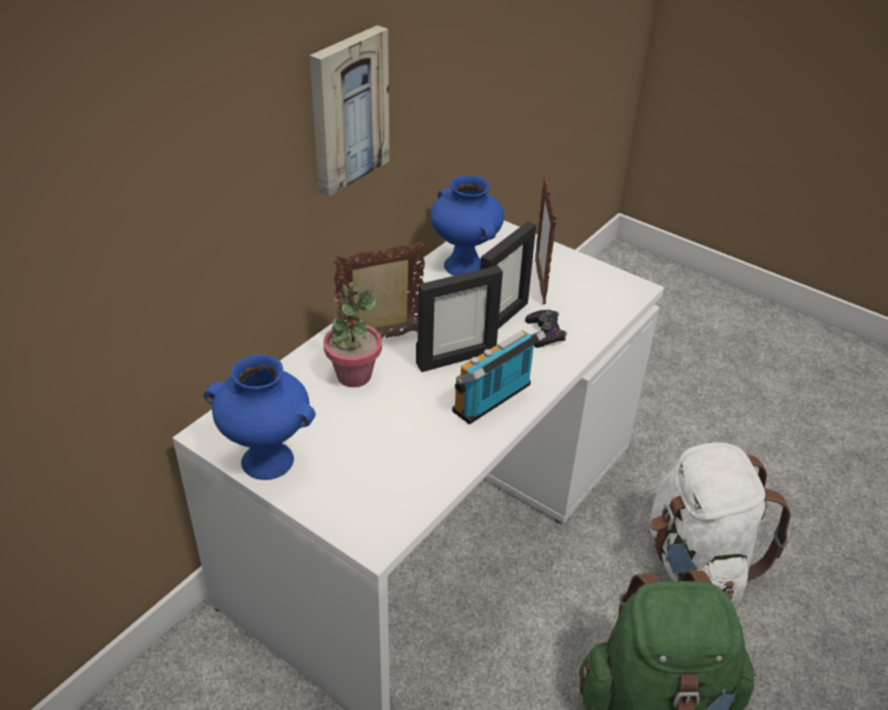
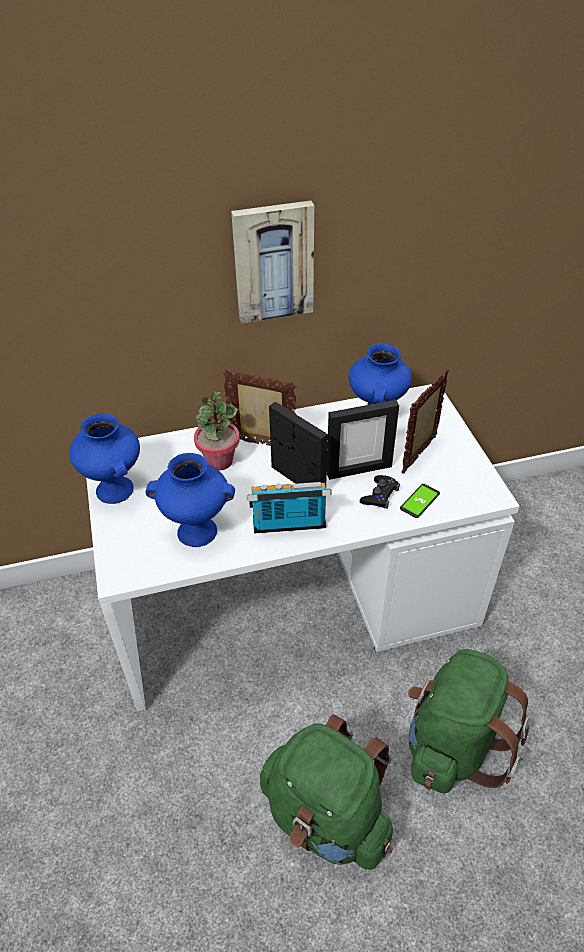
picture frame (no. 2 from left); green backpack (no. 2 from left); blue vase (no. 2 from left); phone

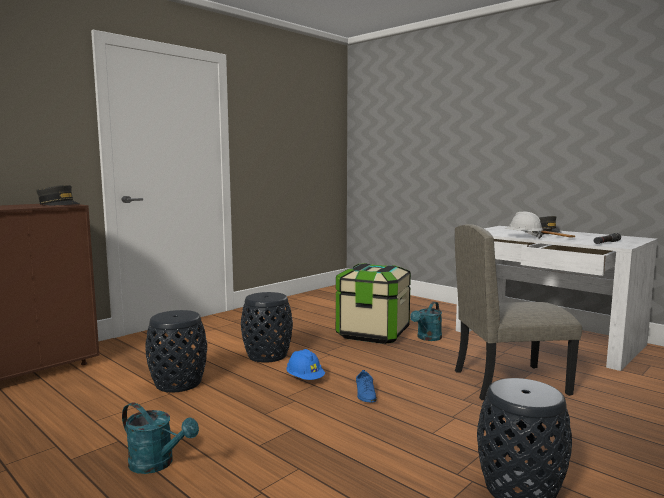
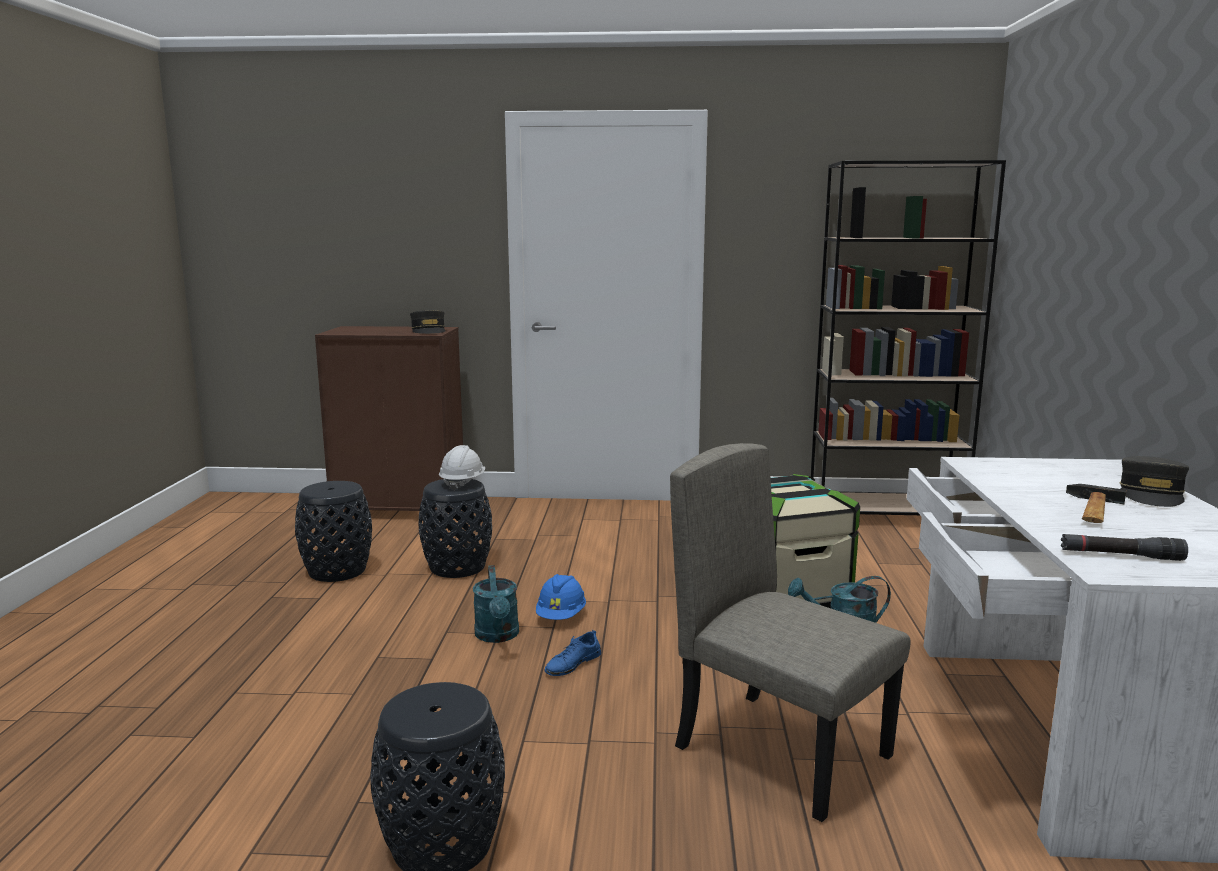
white hard hat; black stool (no. 1 from left); turquoise watering can (no. 1 from left); beige bookcase

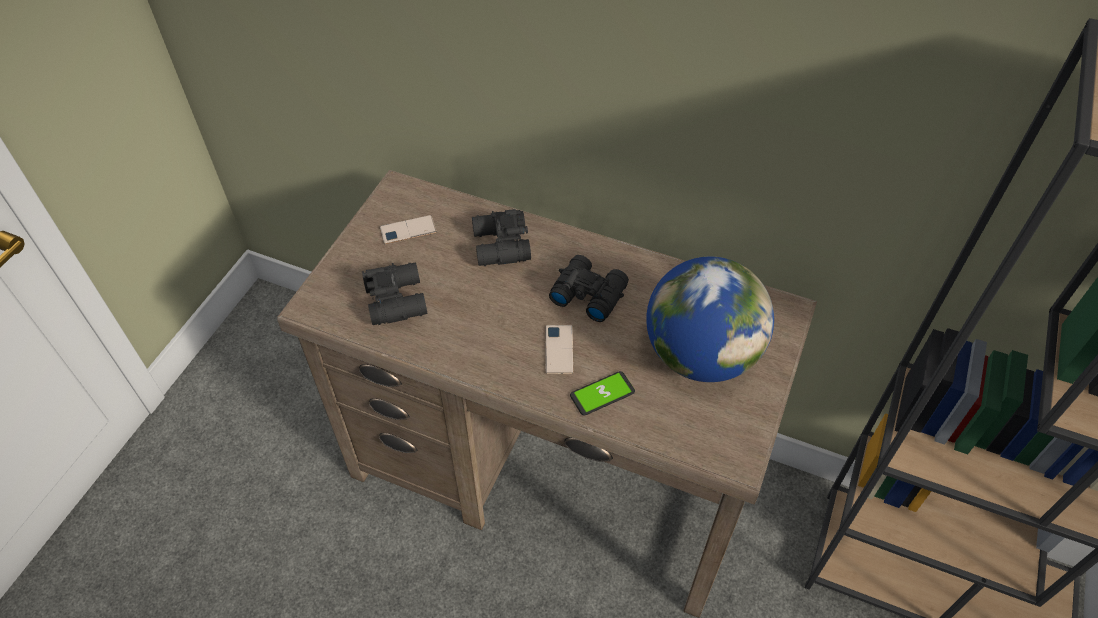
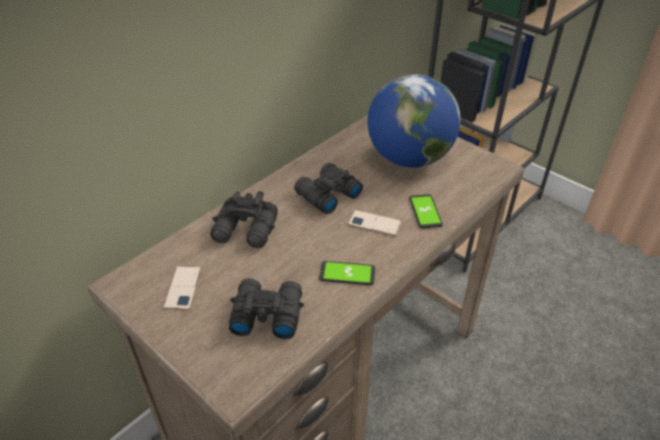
phone (no. 2 from left)

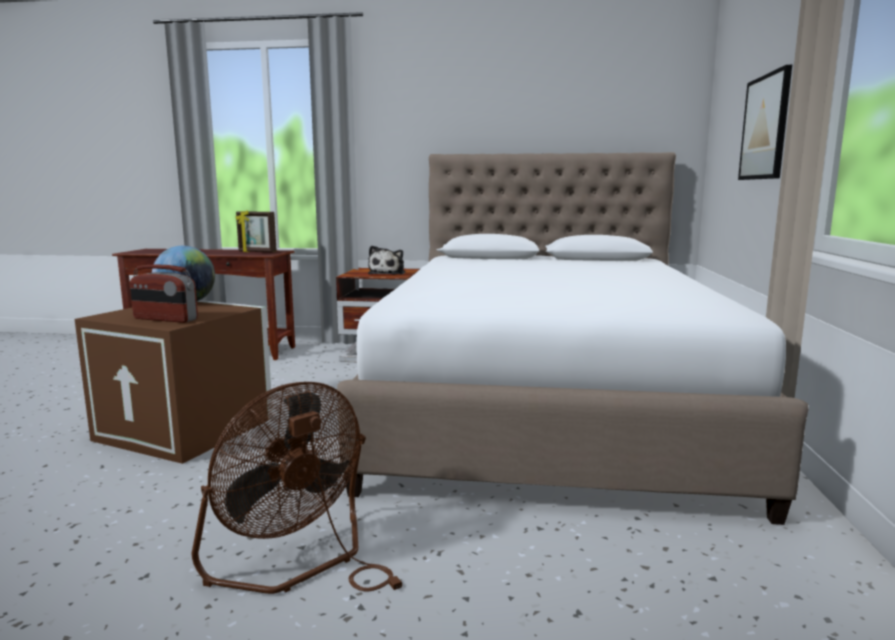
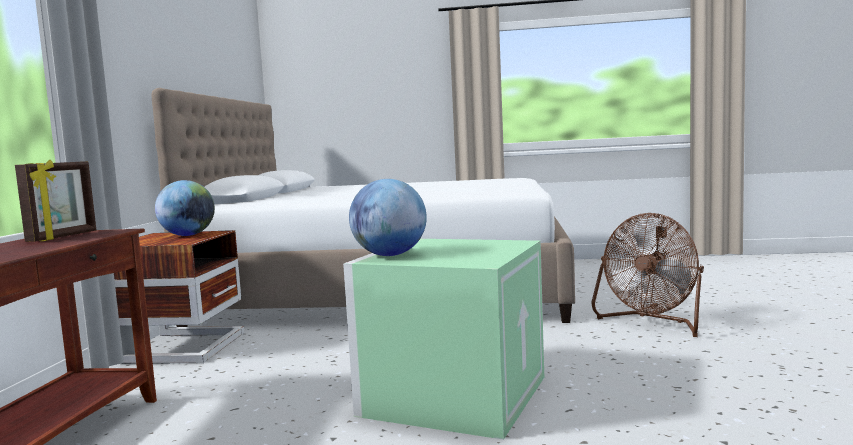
picture; globe (no. 1 from left); radio; green storage box

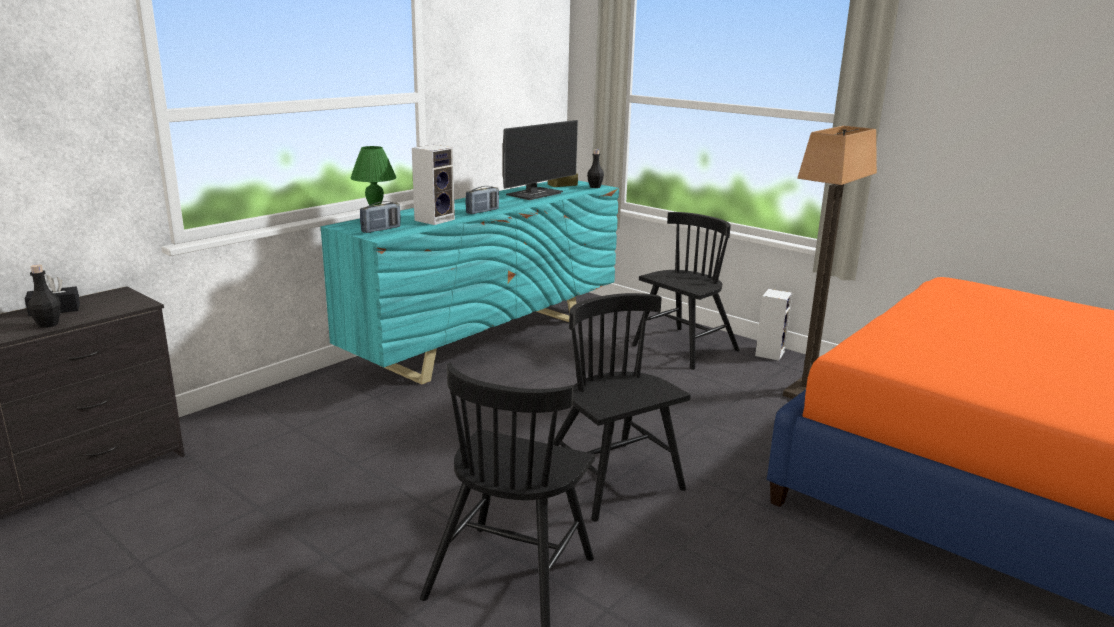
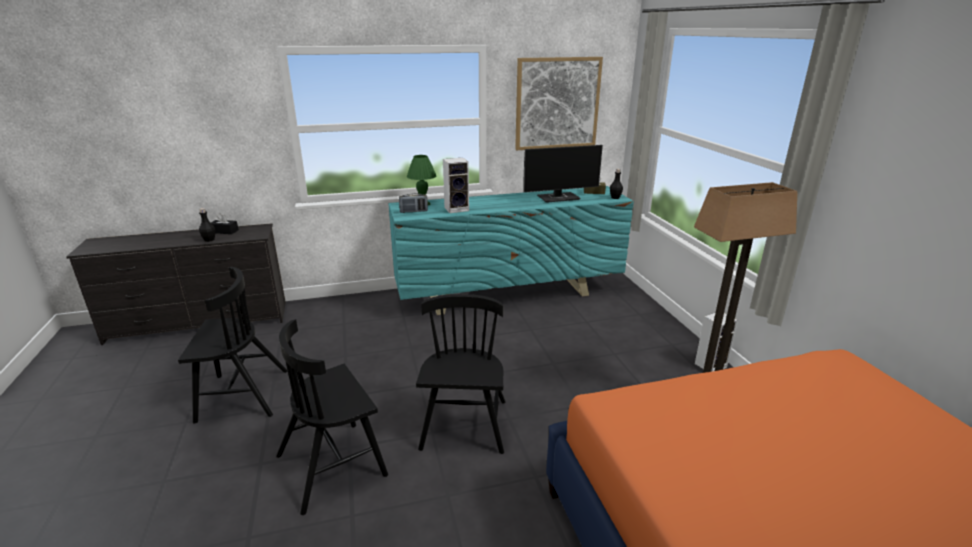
radio (no. 2 from left in the first image); black chair (no. 1 from left); picture

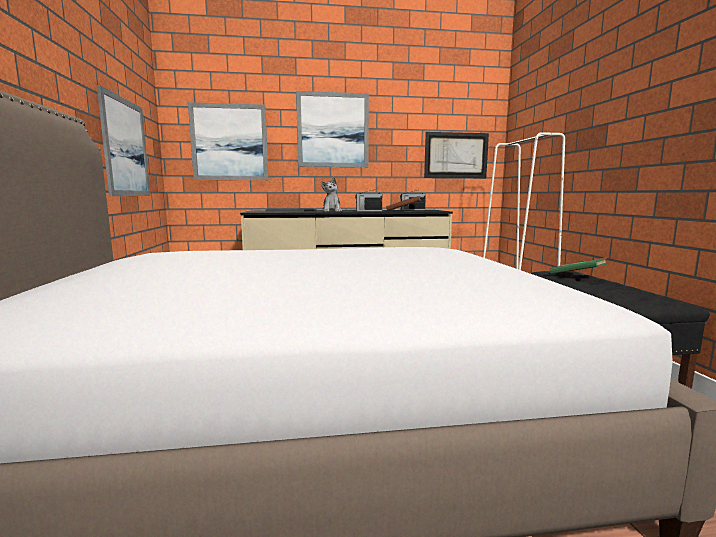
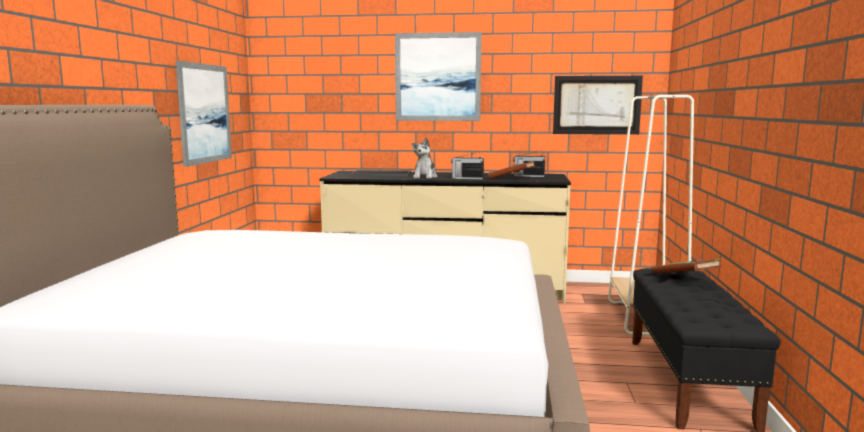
picture (no. 2 from left in the first image); brown book (no. 2 from left)

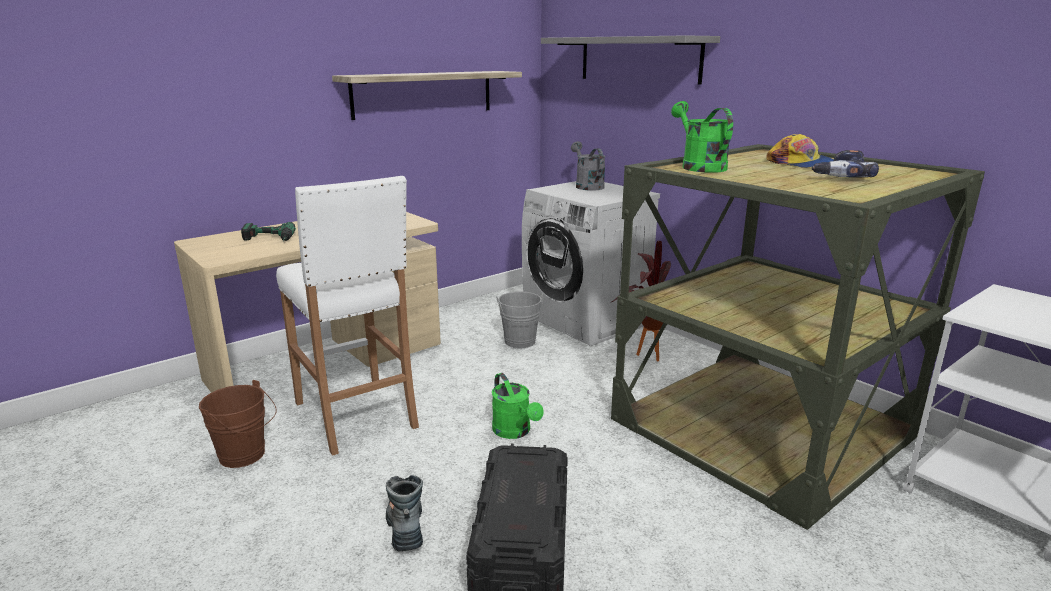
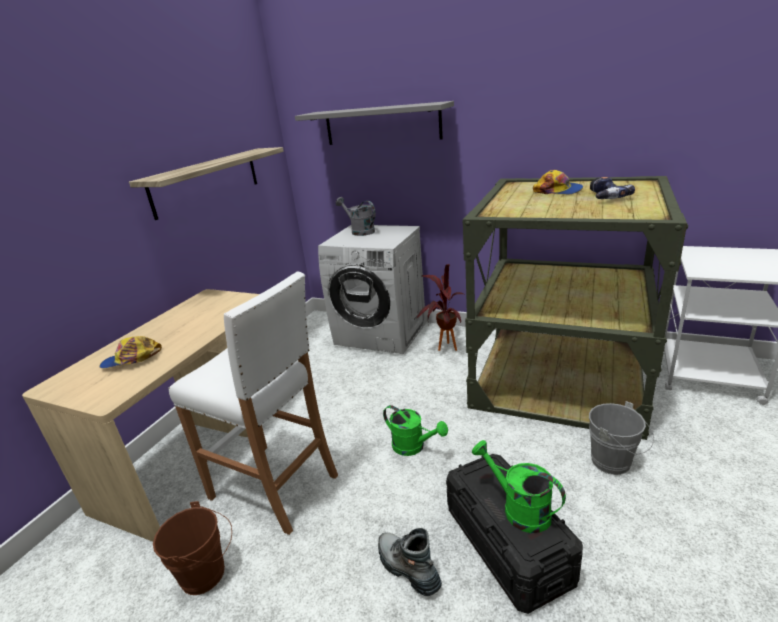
green watering can (no. 2 from left); cap (no. 1 from left); grey bucket

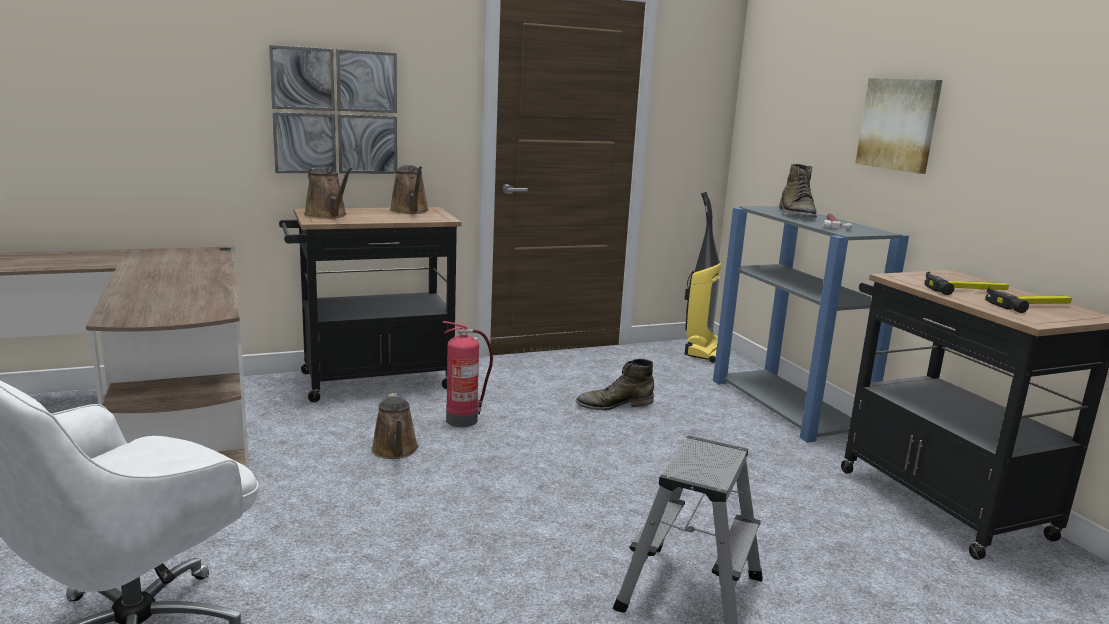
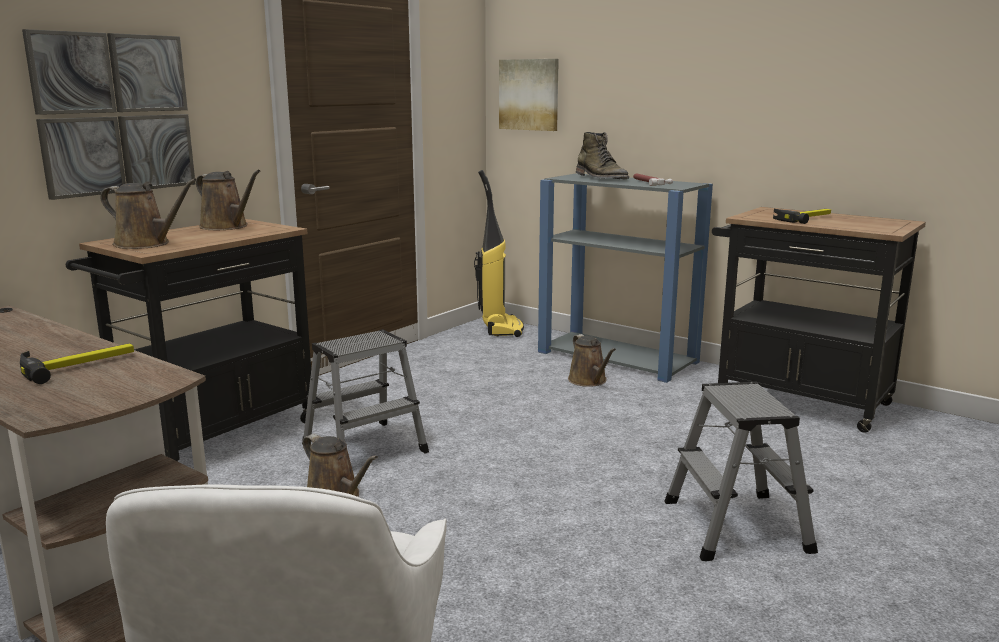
picture (no. 2 from left); hammer (no. 1 from left); grey step ladder (no. 1 from left); green boot (no. 1 from left in the first image); brown watering can (no. 4 from left)

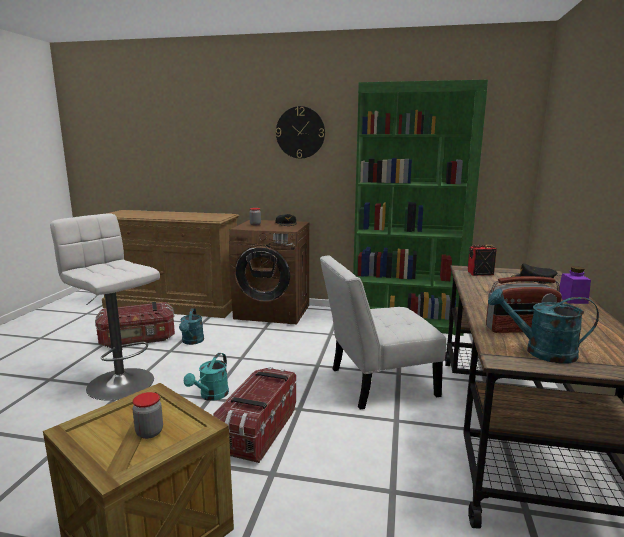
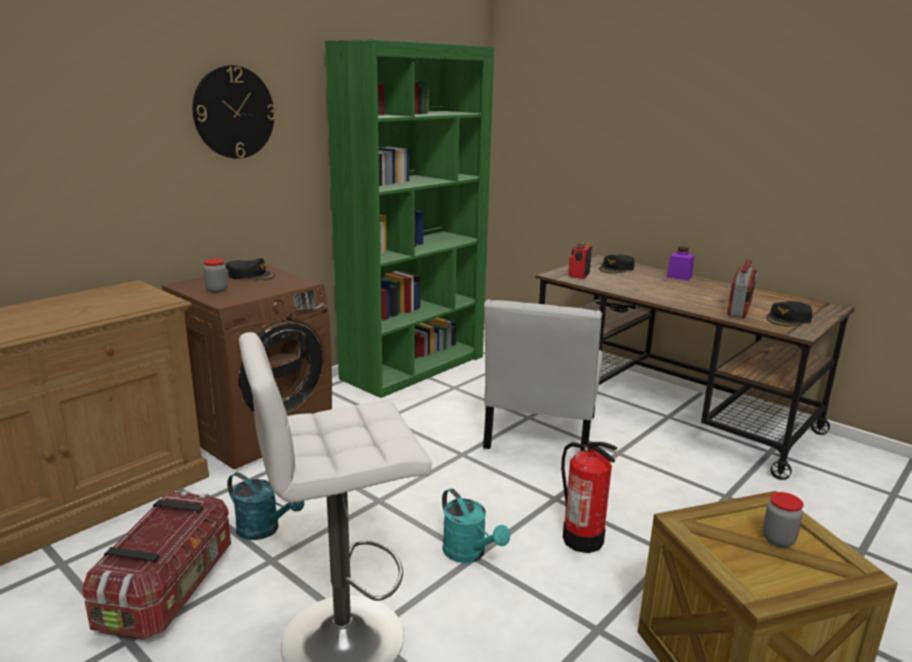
black cap (no. 3 from left); fire extinguisher

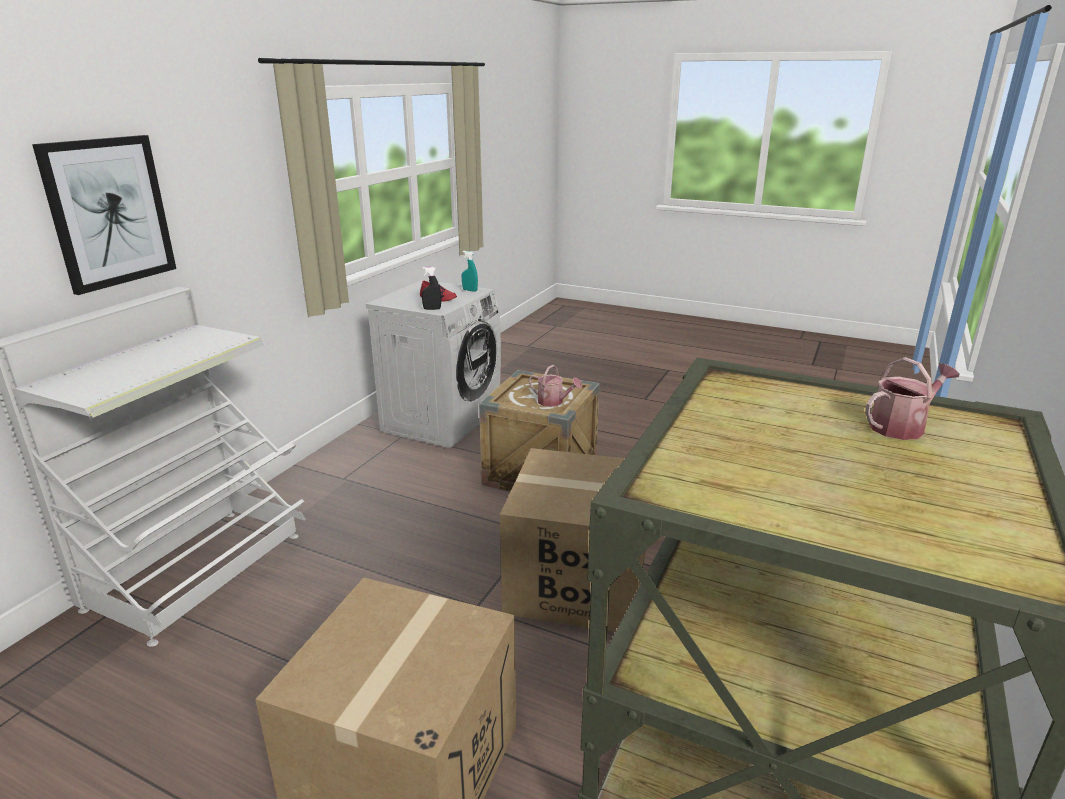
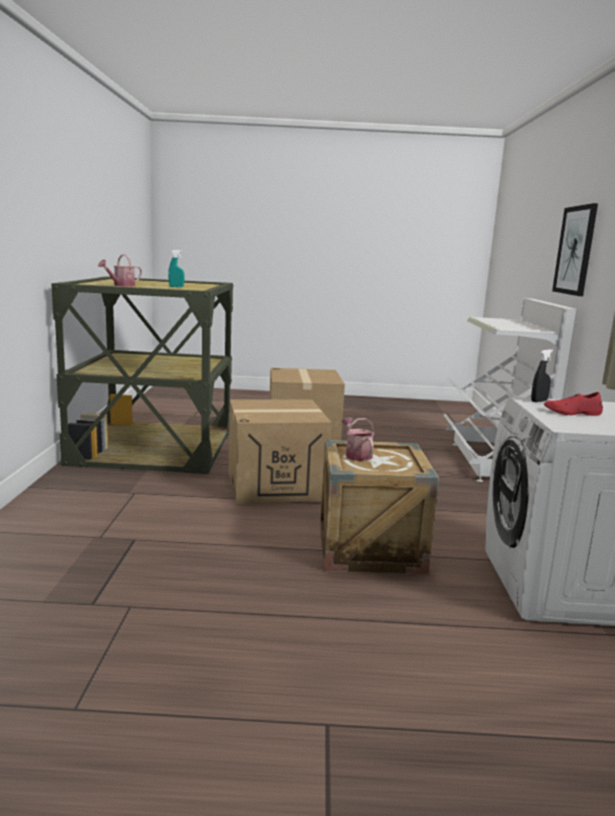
turquoise spray bottle; watering can (no. 2 from left)

